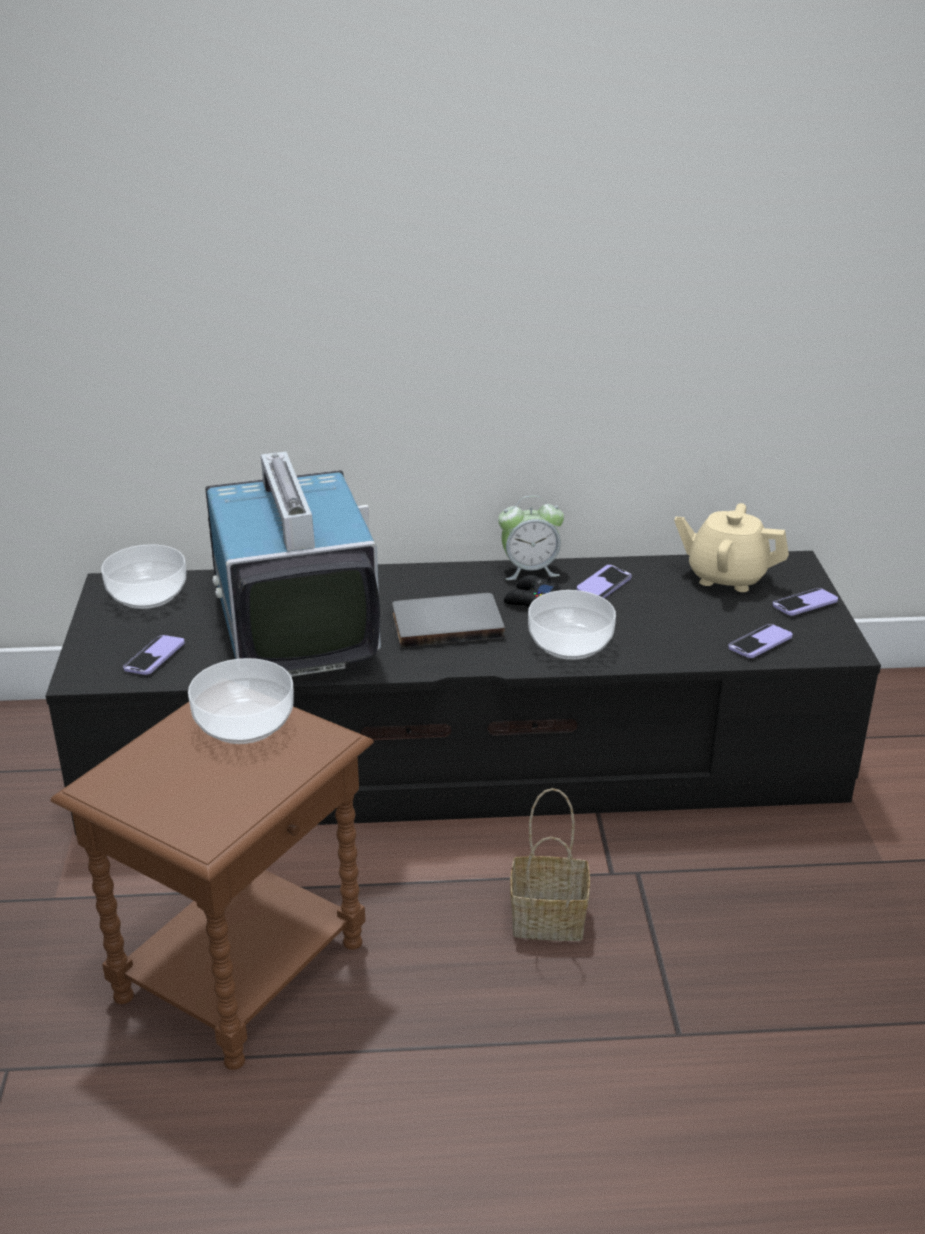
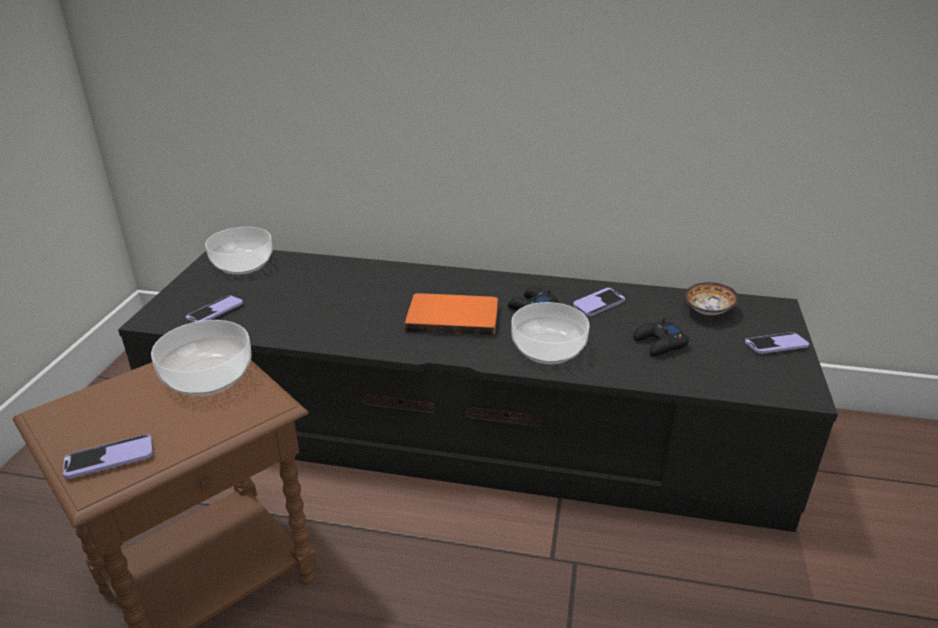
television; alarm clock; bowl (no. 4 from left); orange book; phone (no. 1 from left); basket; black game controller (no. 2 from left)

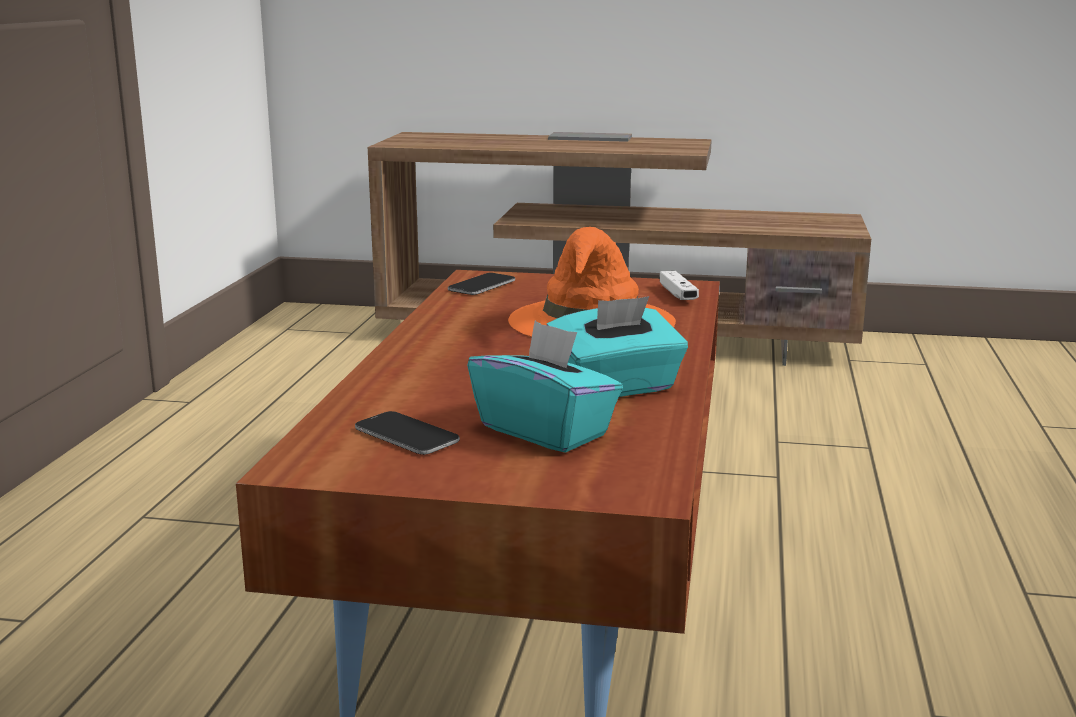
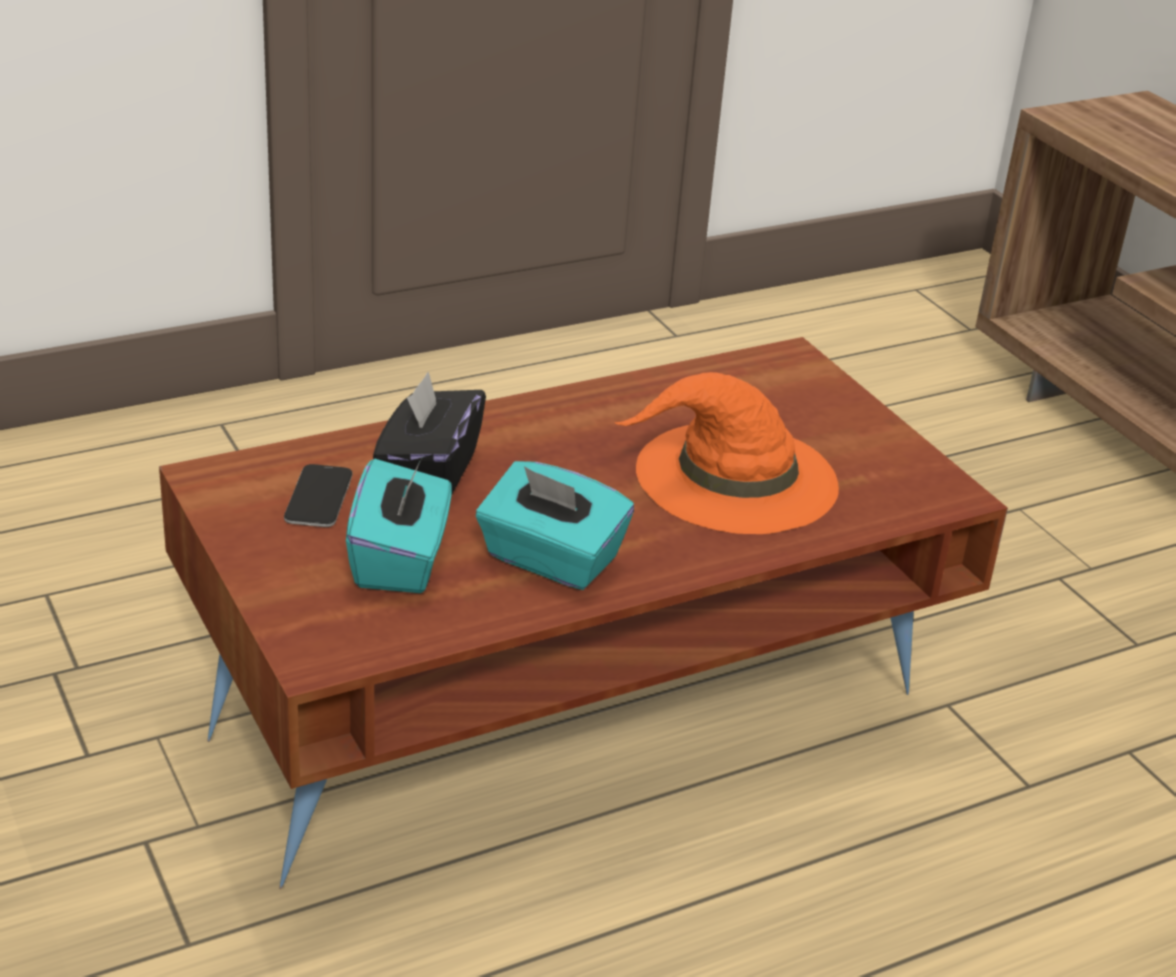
white game controller; phone (no. 2 from left in the first image); black tissue box

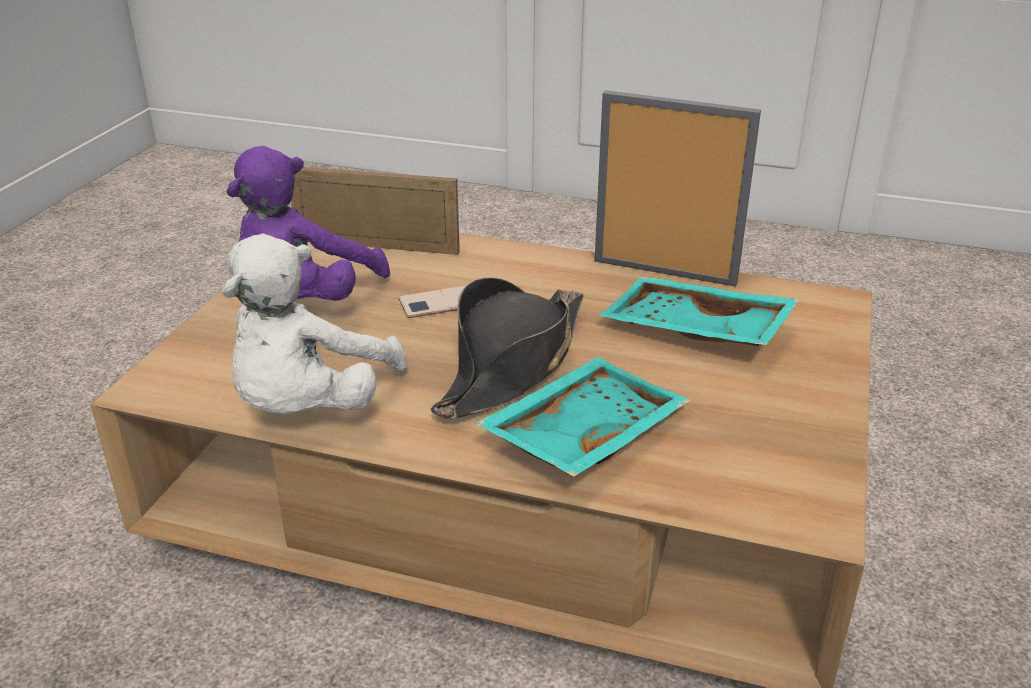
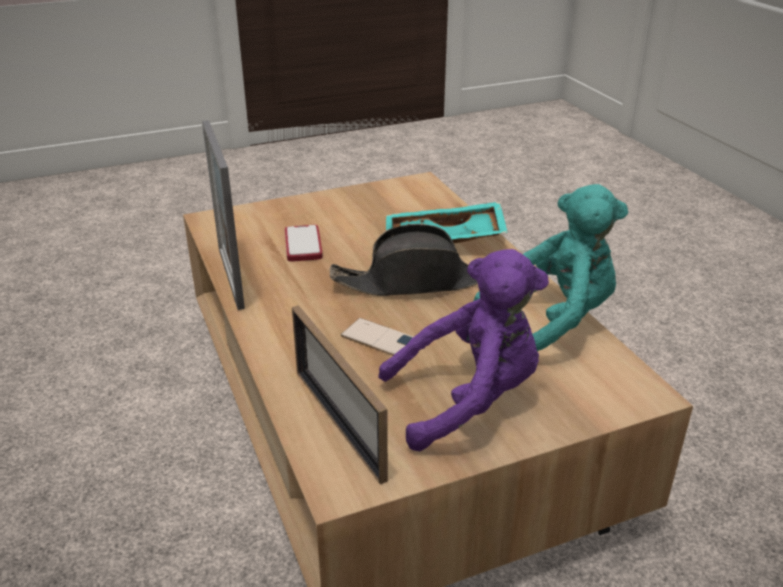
turquoise plush toy; phone (no. 1 from left)

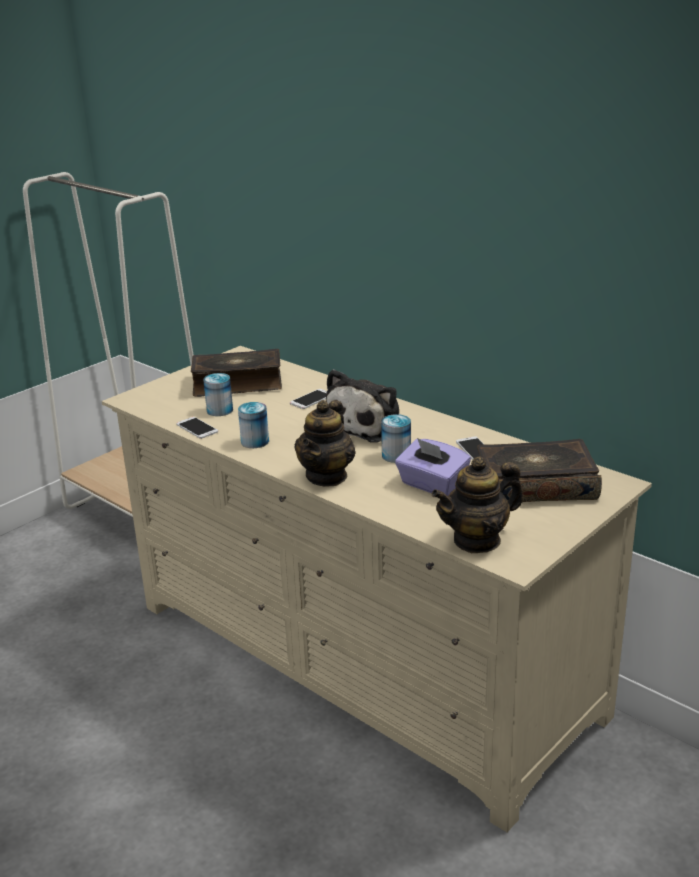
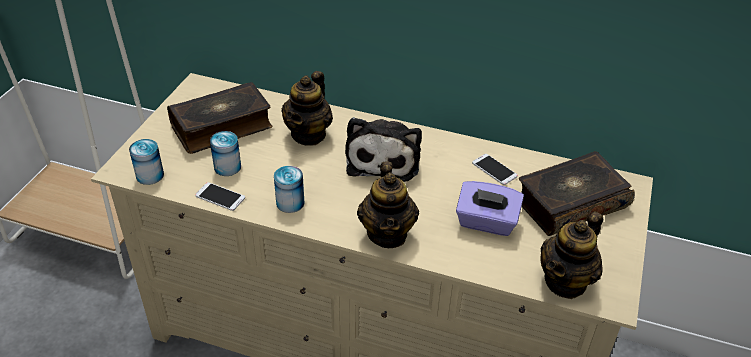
teapot (no. 1 from left); can (no. 1 from left)

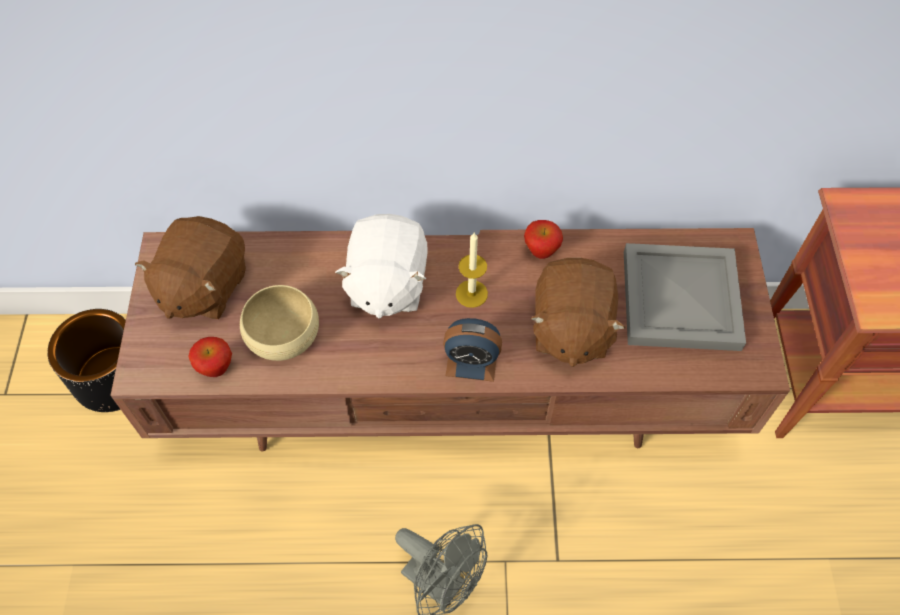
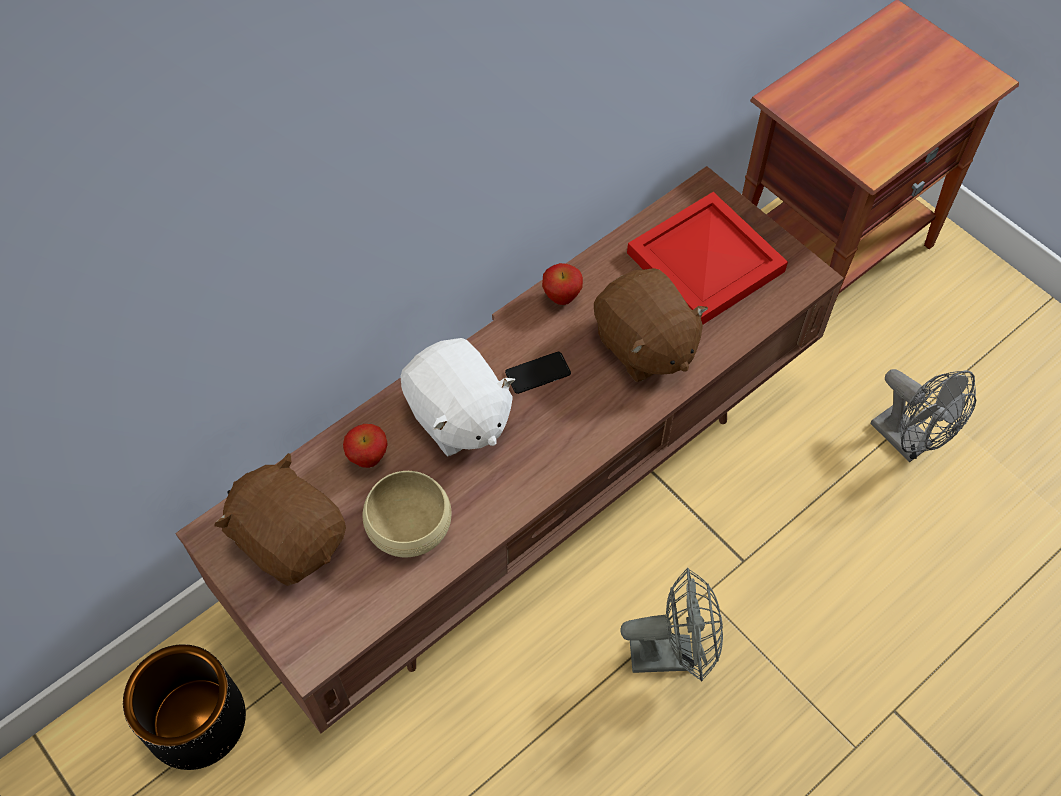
brown plush toy (no. 1 from left); phone; red tray; alarm clock; apple (no. 1 from left); grey fan (no. 2 from left)

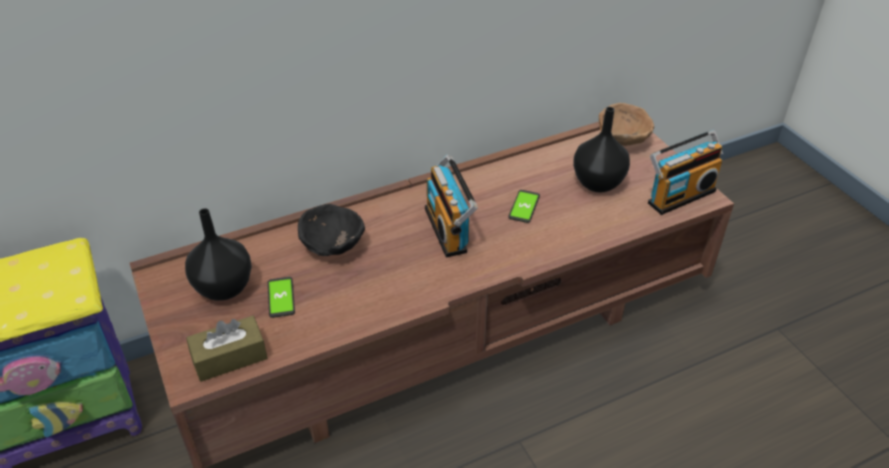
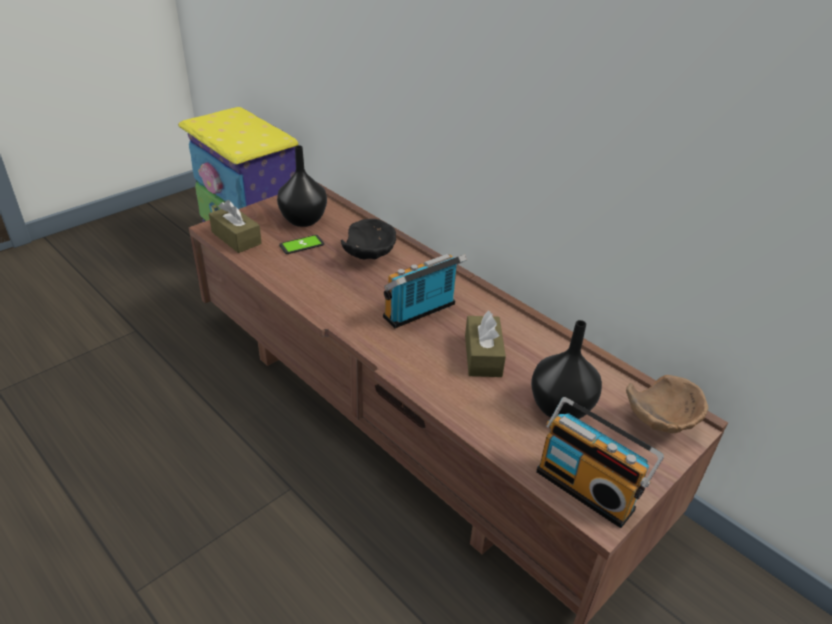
brown tissue box (no. 2 from left)

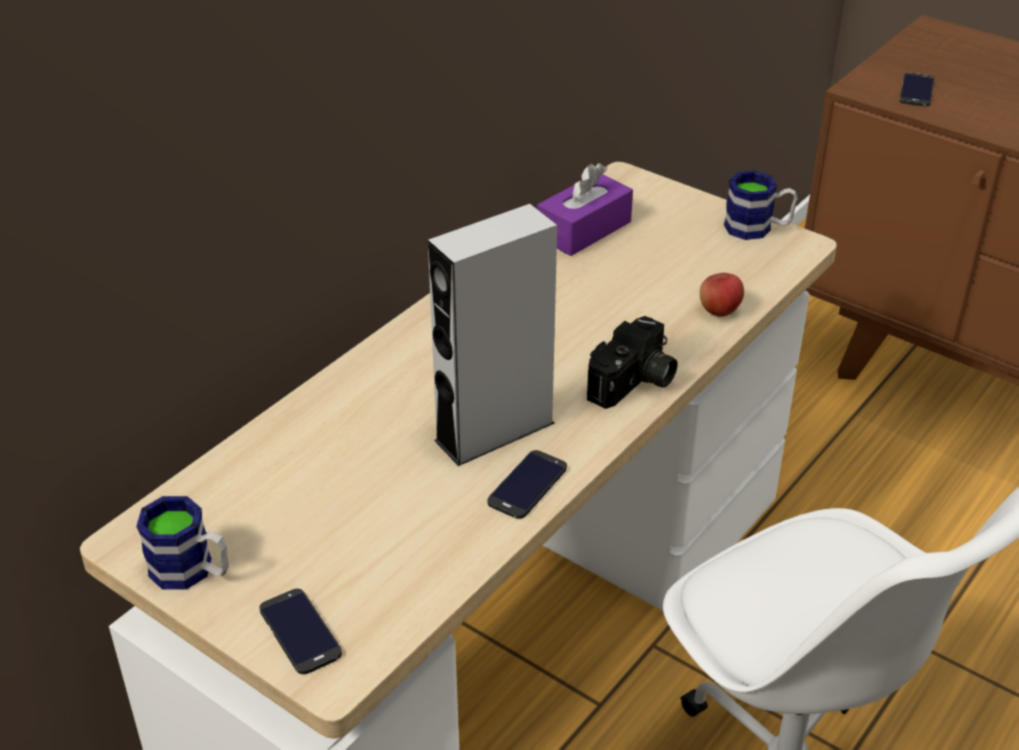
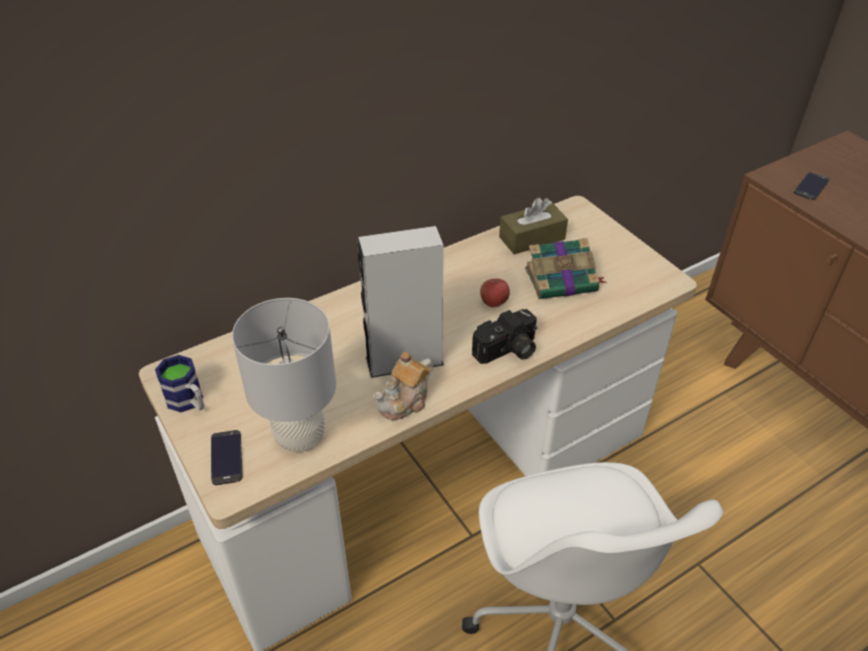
brown tissue box; mug (no. 2 from left in the first image); apple; teapot; book; grey table lamp

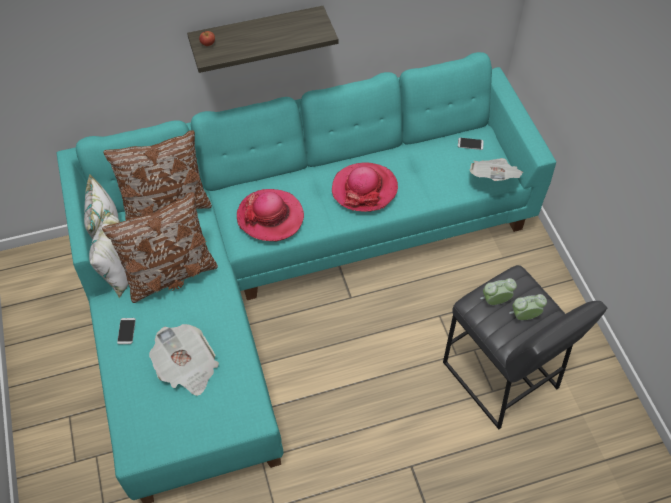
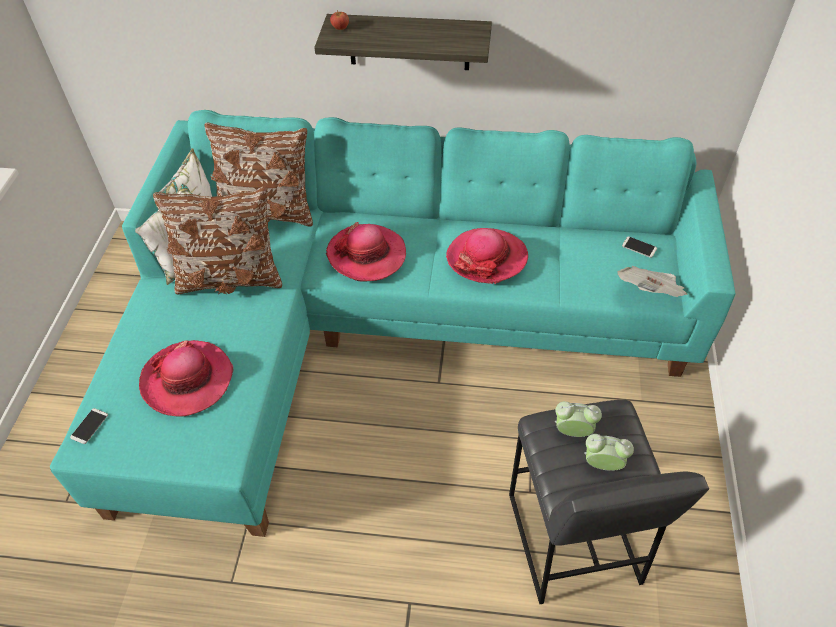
phone (no. 1 from left); hat (no. 1 from left)

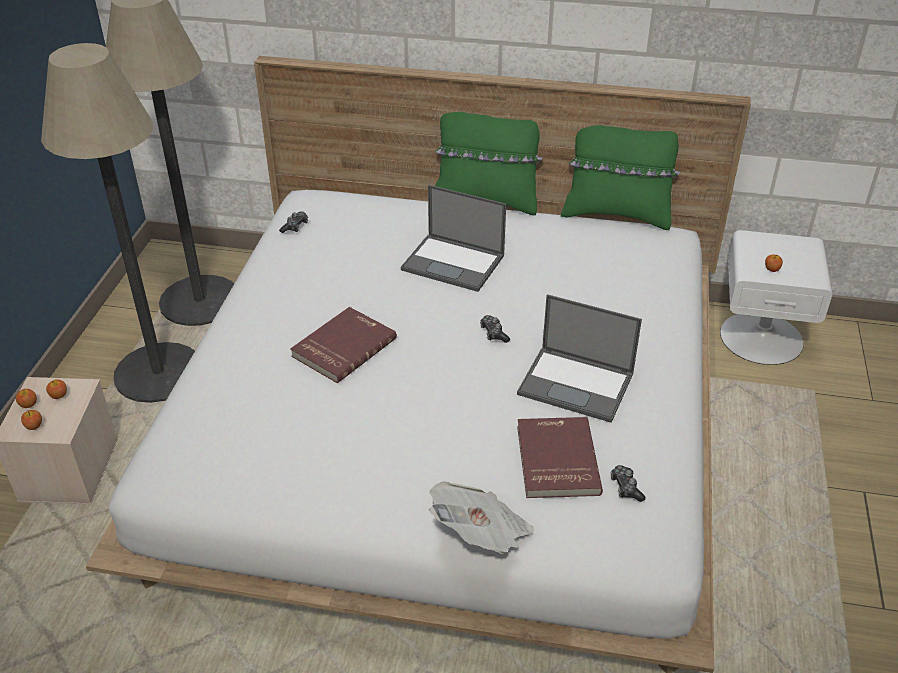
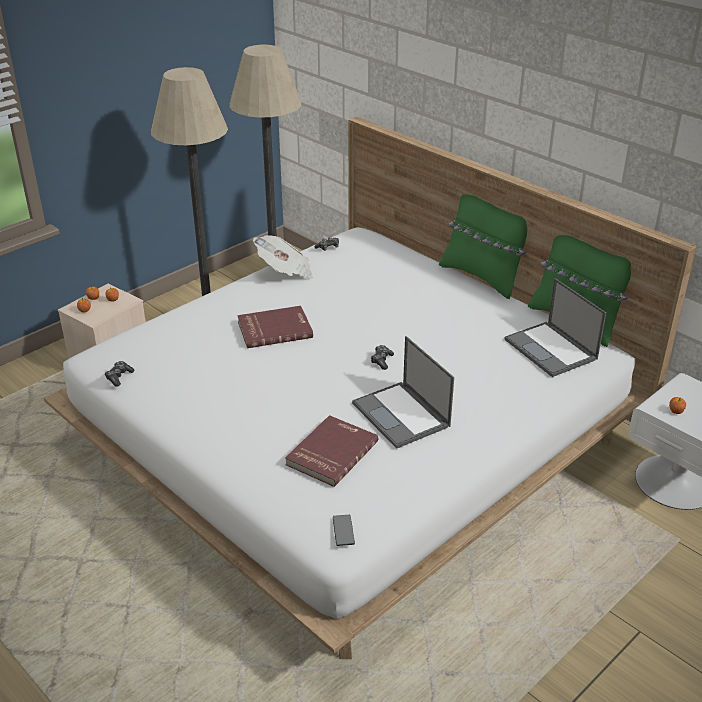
laptop (no. 2 from left); game controller (no. 1 from left); newspaper; phone

